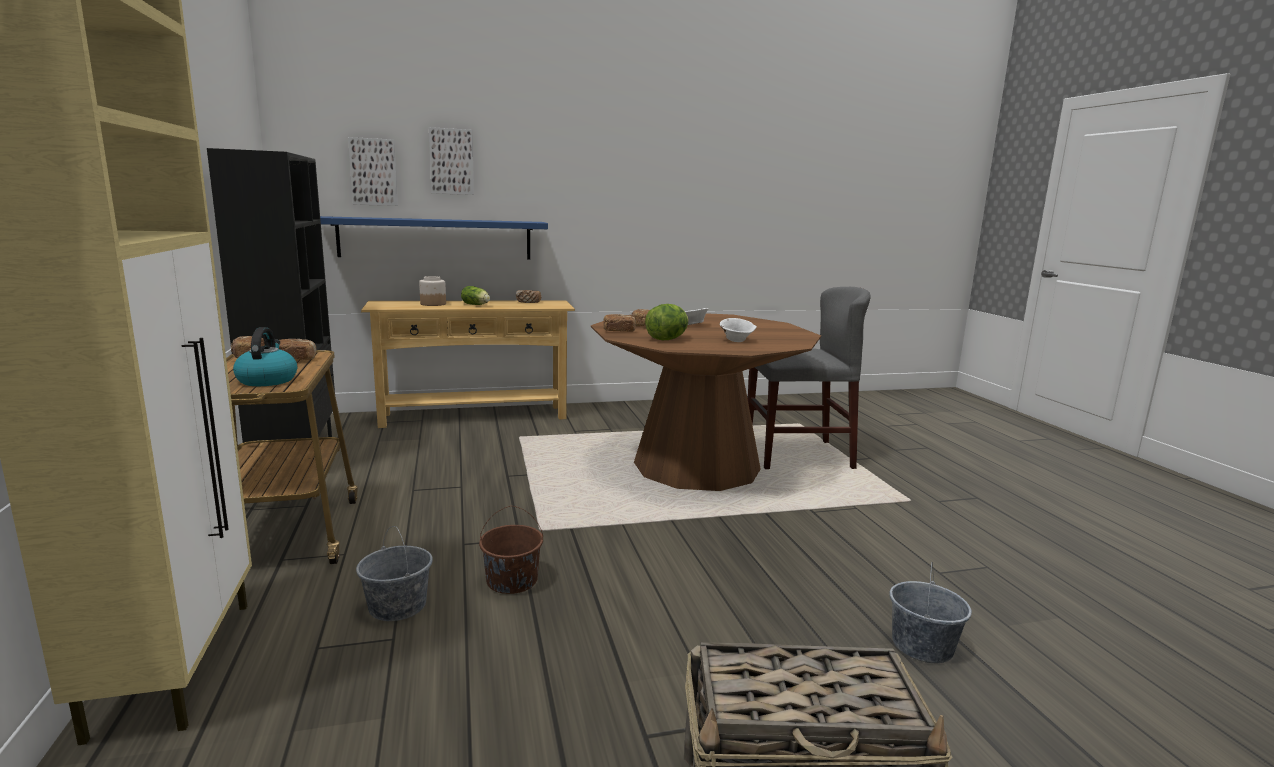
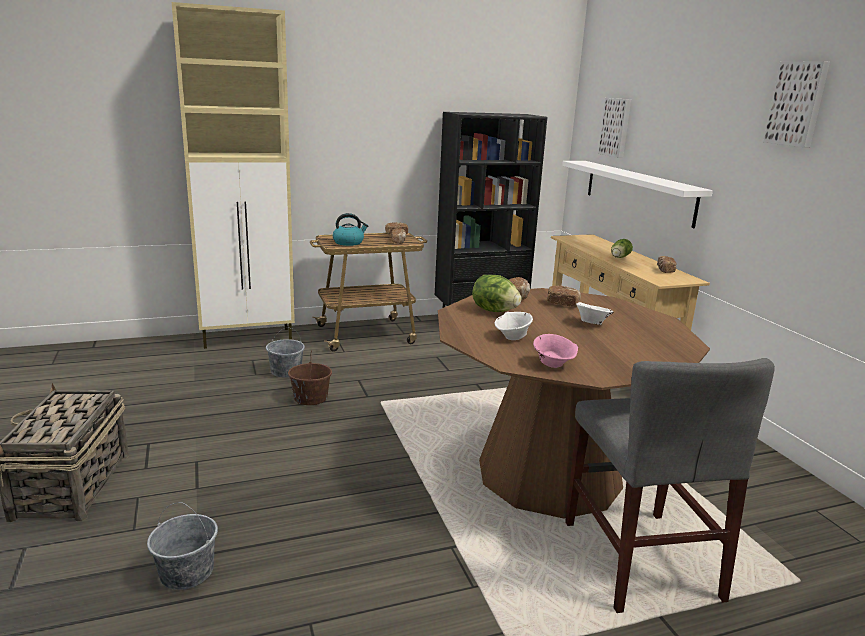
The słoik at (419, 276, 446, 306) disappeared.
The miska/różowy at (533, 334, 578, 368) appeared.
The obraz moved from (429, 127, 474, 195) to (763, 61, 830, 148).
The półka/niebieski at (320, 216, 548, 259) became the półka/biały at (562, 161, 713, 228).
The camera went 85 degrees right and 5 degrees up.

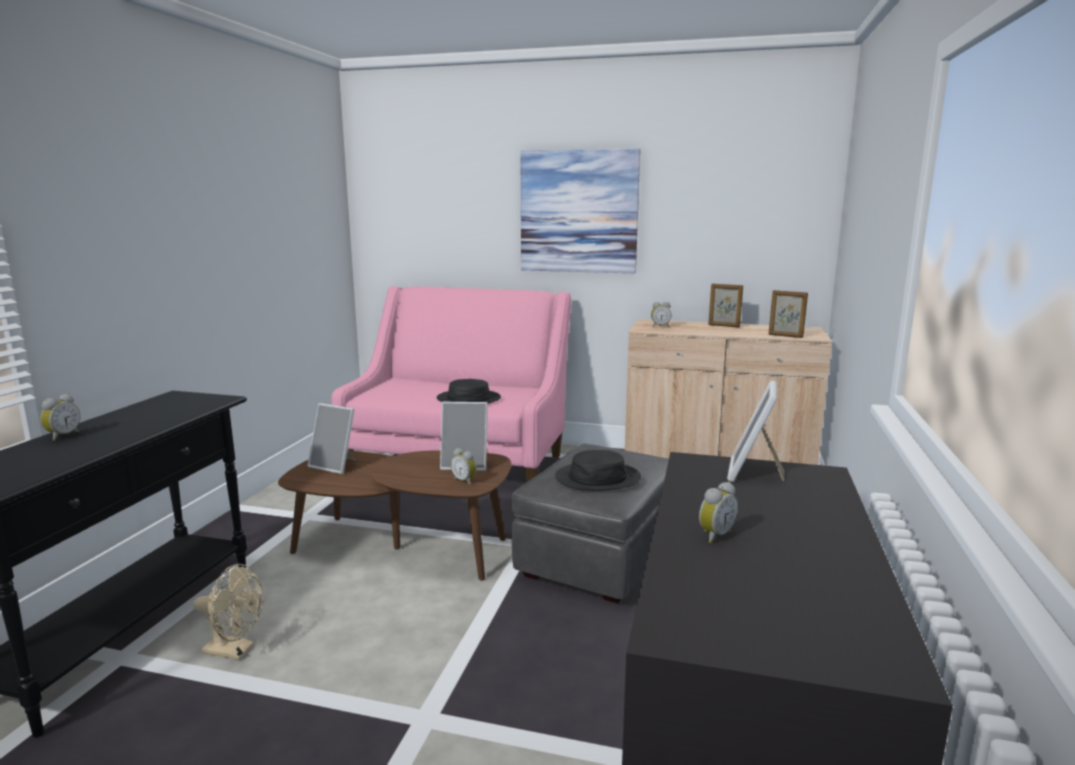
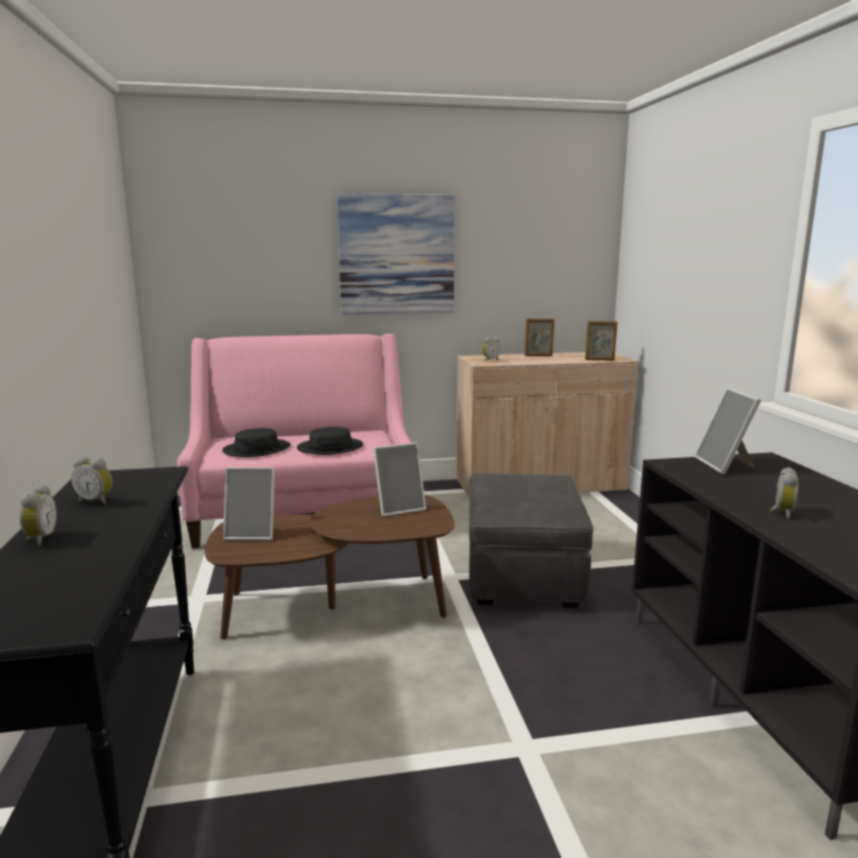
The wentylator/beżowy at (193, 564, 264, 660) disappeared.
The budzik moved from (451, 448, 476, 485) to (71, 456, 112, 505).
The kapelusz/czarny moved from (555, 450, 641, 491) to (222, 428, 291, 457).
The camera went 25 degrees left and 0 degrees up.

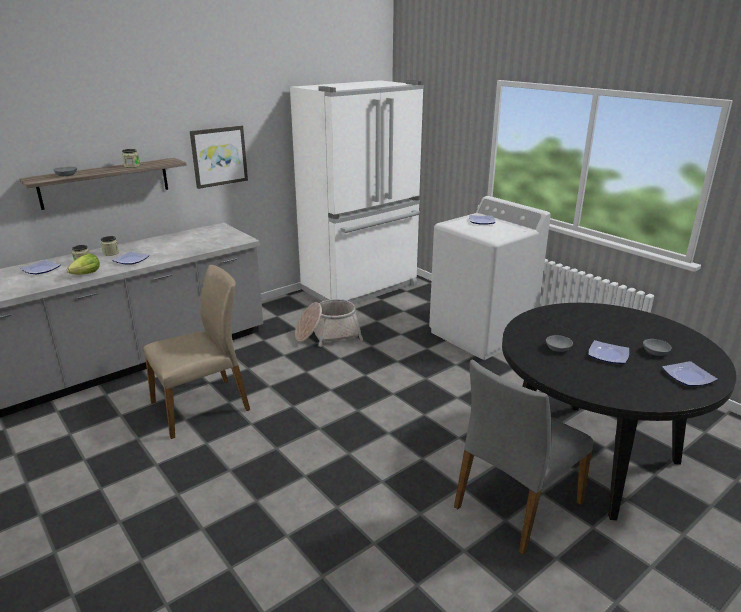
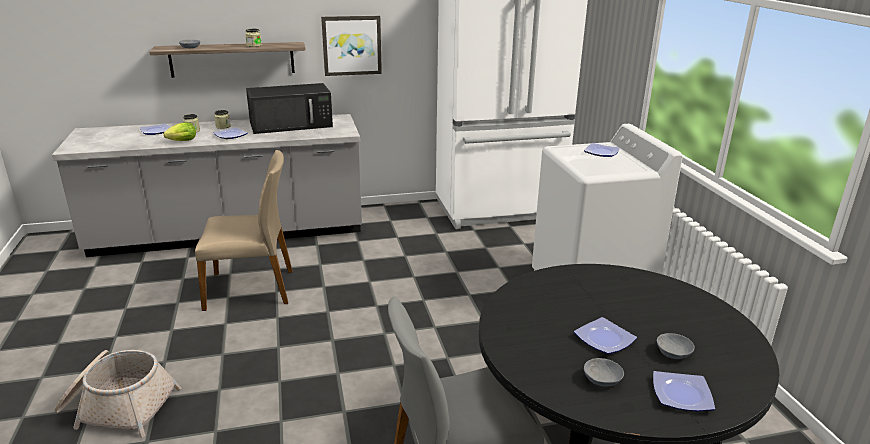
The mikrofalówka/czarny at (246, 83, 333, 134) appeared.
The koszyk moved from (295, 299, 363, 347) to (54, 350, 181, 438).
The miska/szary moved from (546, 335, 573, 352) to (584, 358, 624, 387).
The camera went 25 degrees right and 0 degrees up.

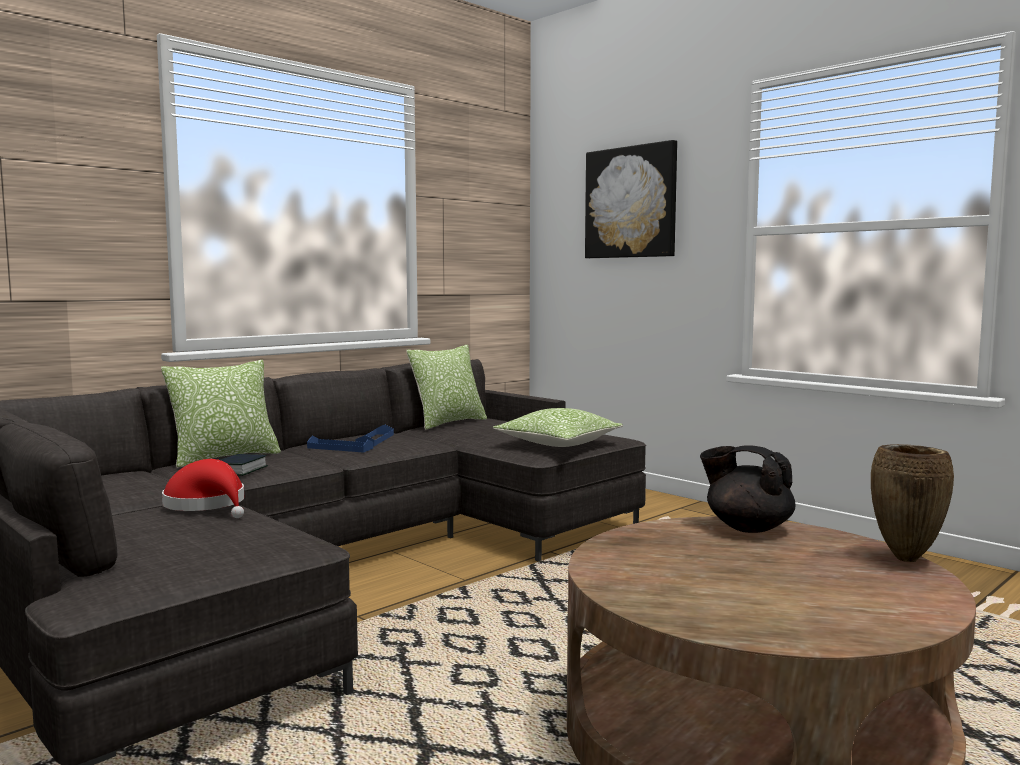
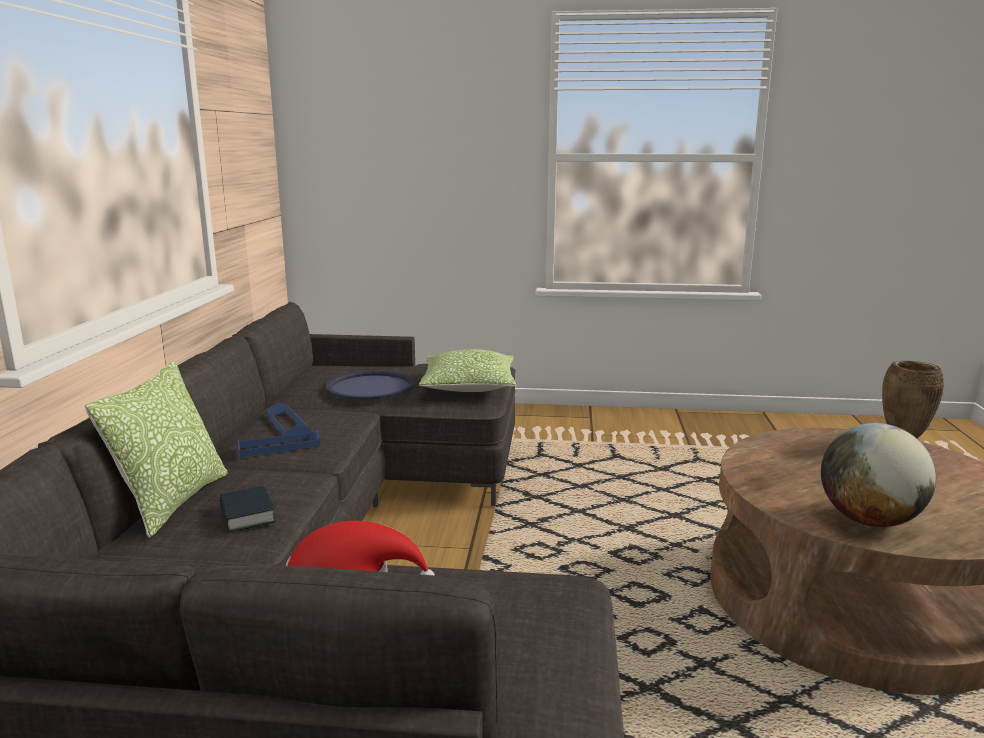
The poduszka at (406, 345, 487, 430) disappeared.
The obraz at (585, 140, 677, 258) disappeared.
The imbryk/czarny at (700, 445, 795, 533) disappeared.
The taca/niebieski at (326, 370, 415, 400) appeared.
The globus at (821, 423, 936, 527) appeared.
The camera went 40 degrees left and 10 degrees up.

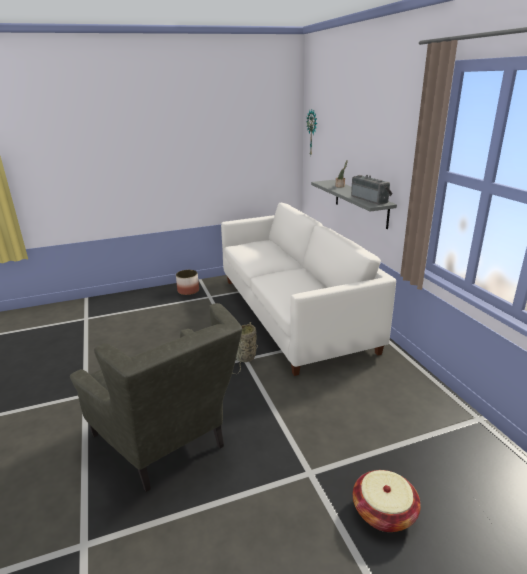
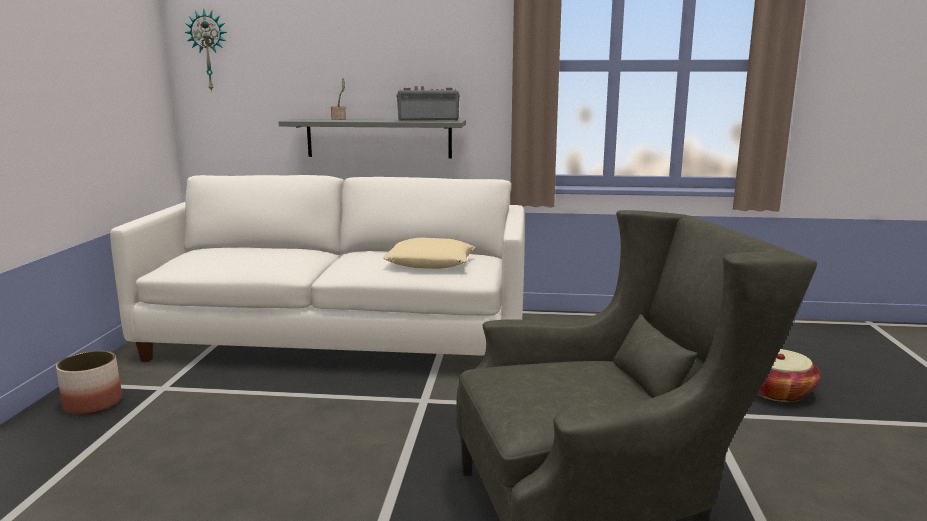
The koszyk at (232, 322, 258, 374) disappeared.
The poduszka/beżowy at (383, 237, 475, 269) appeared.
The camera went 65 degrees left and 10 degrees down.

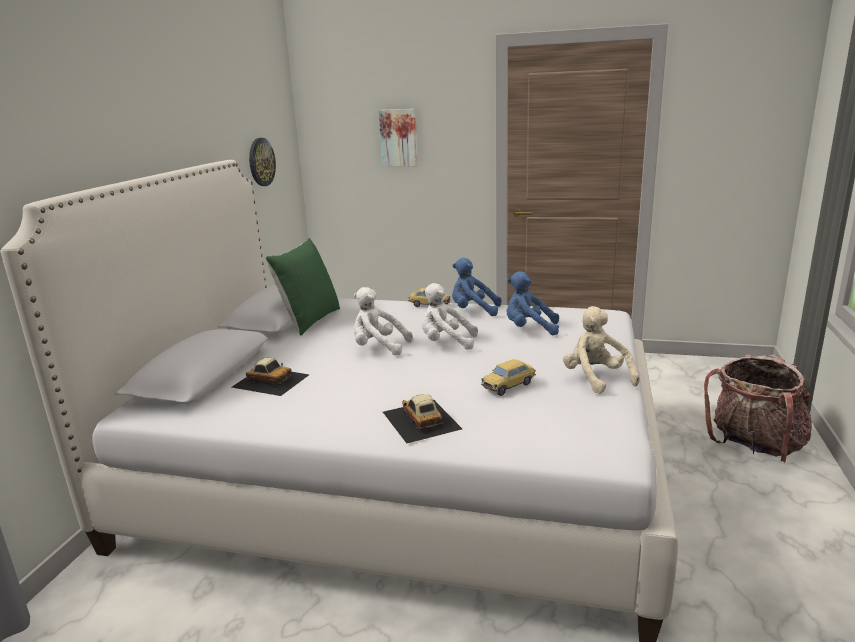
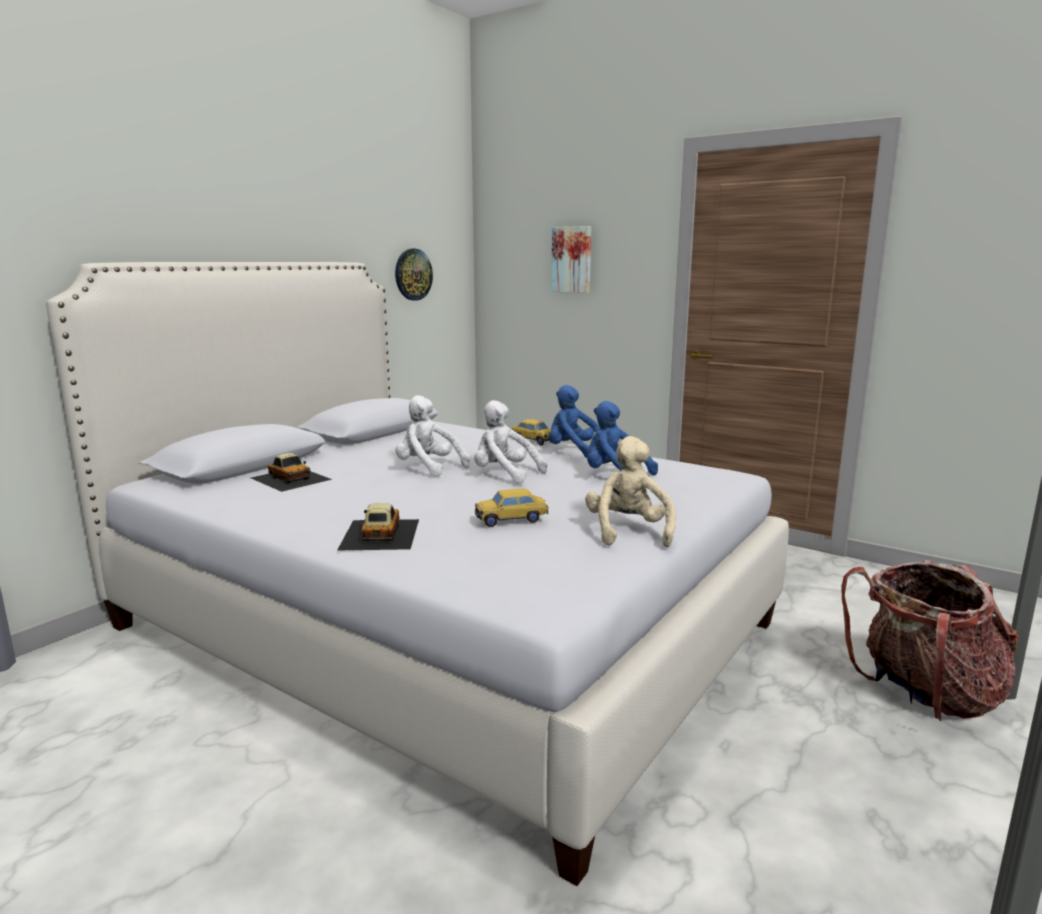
The poduszka/zielony at (265, 238, 340, 336) disappeared.
The camera went 20 degrees right and 5 degrees down.

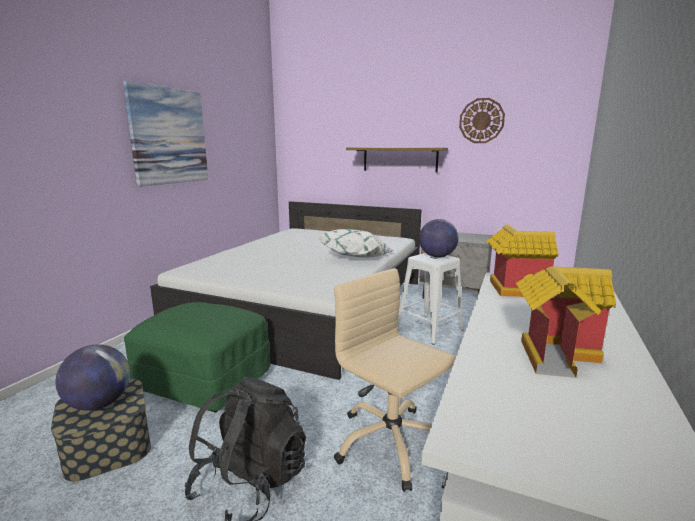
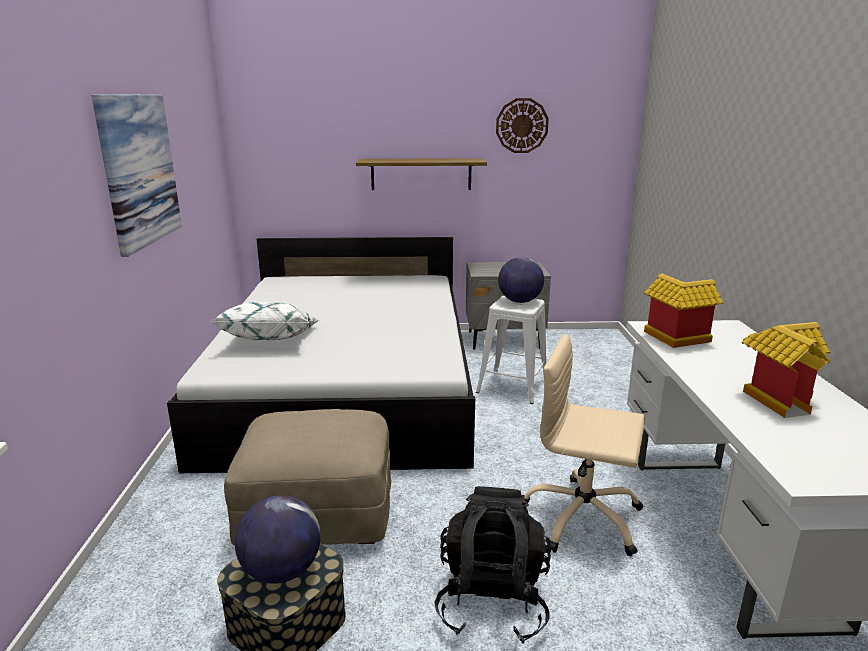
The poduszka/biały moved from (317, 229, 393, 258) to (210, 302, 319, 340).
The pufa/zielony at (124, 302, 270, 413) became the pufa/beżowy at (224, 409, 391, 545).
The camera went 25 degrees left and 5 degrees up.

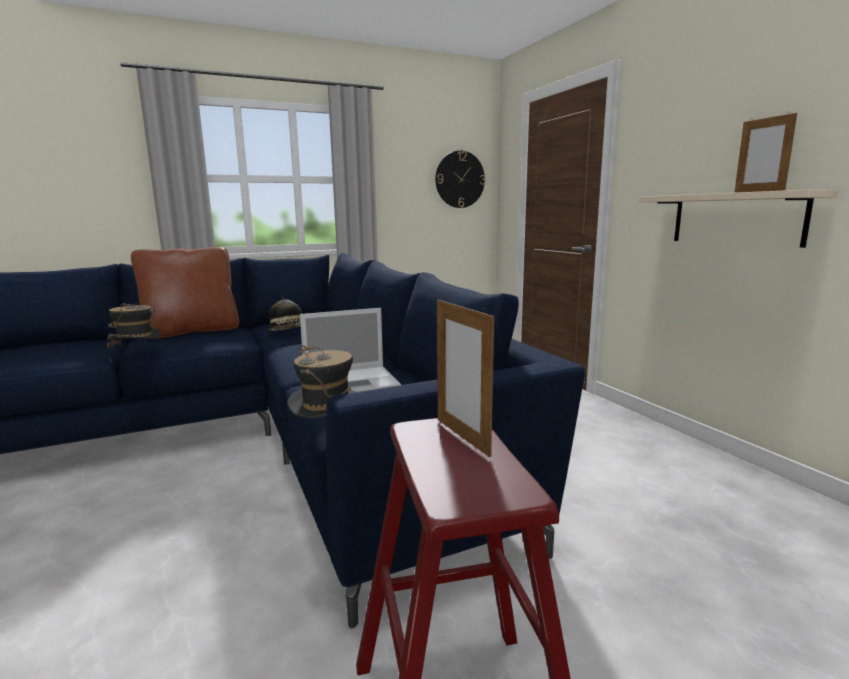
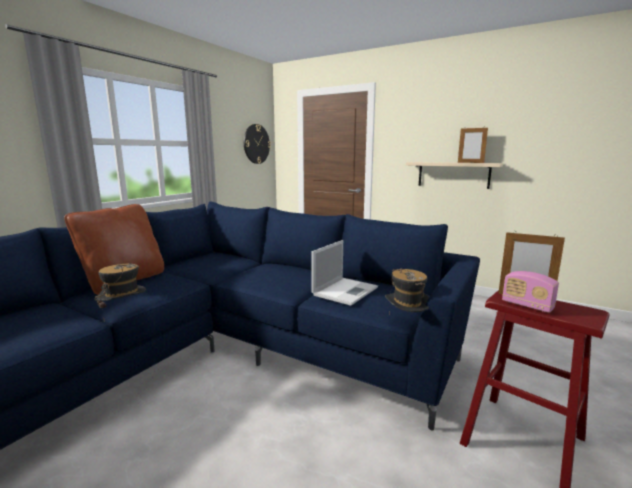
The kapelusz at (268, 296, 302, 331) disappeared.
The radio at (502, 271, 559, 313) appeared.
The camera went 35 degrees left and 0 degrees up.

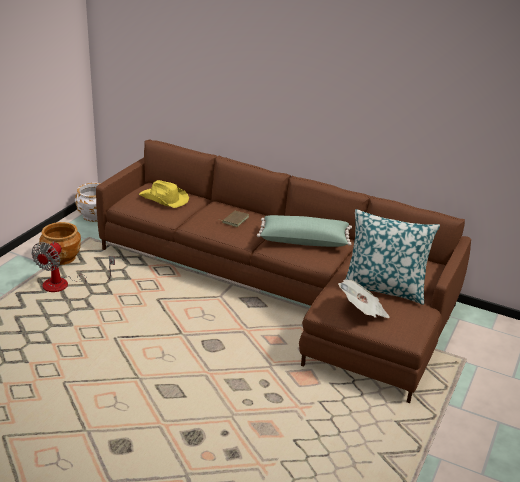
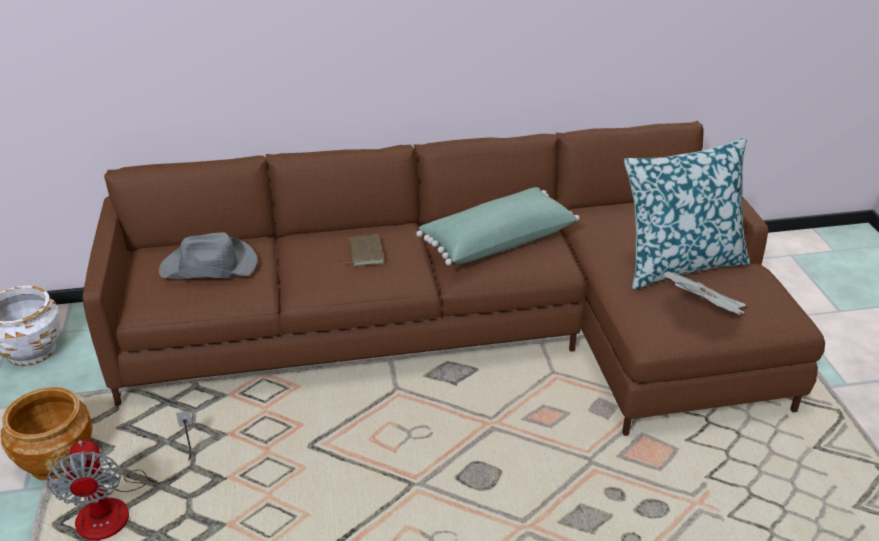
The kapelusz/żółty at (139, 180, 189, 208) became the kapelusz/szary at (159, 232, 258, 279).
The camera went 35 degrees left and 5 degrees up.

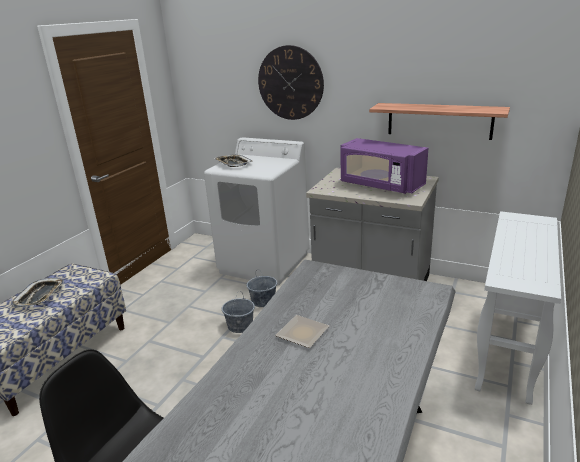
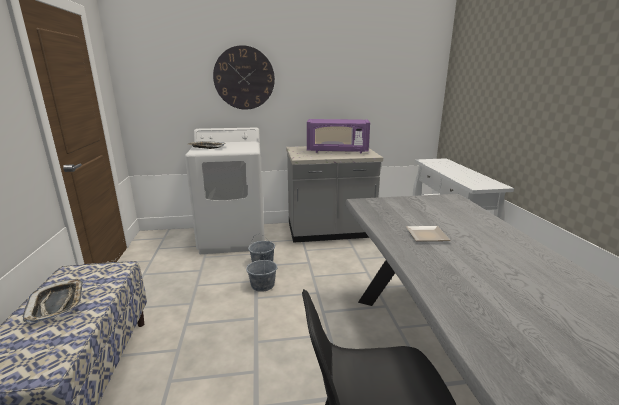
The półka at (369, 103, 510, 140) disappeared.
The camera went 35 degrees left and 5 degrees down.

